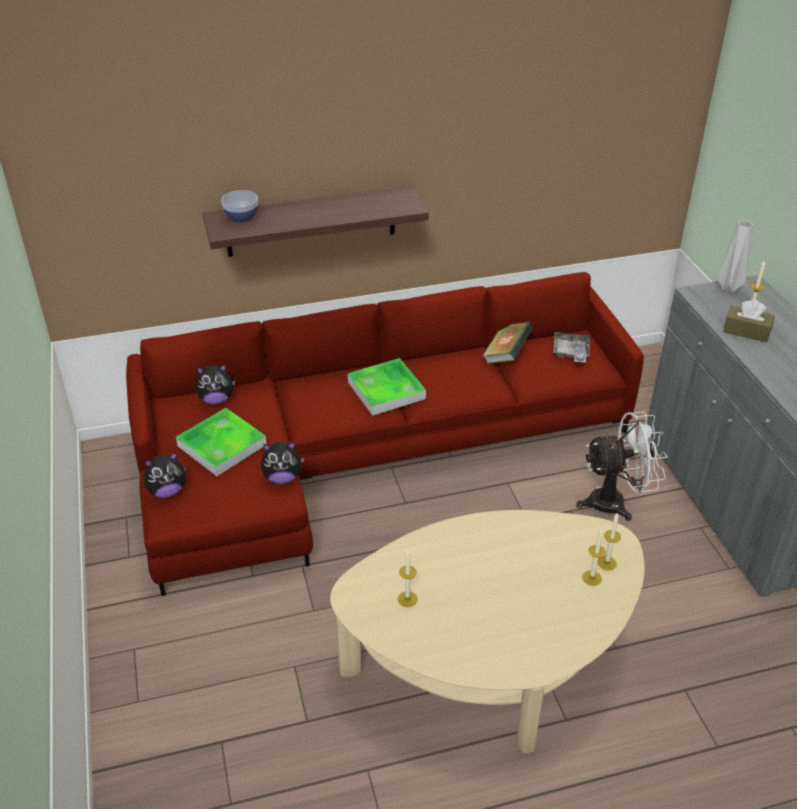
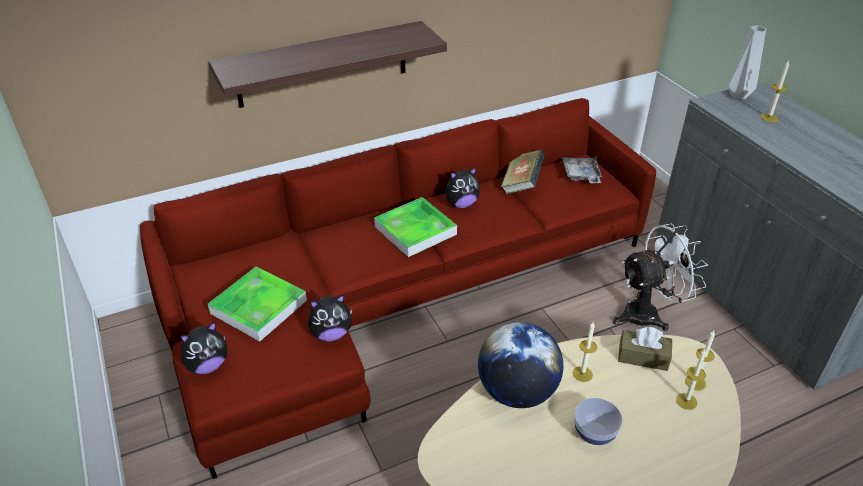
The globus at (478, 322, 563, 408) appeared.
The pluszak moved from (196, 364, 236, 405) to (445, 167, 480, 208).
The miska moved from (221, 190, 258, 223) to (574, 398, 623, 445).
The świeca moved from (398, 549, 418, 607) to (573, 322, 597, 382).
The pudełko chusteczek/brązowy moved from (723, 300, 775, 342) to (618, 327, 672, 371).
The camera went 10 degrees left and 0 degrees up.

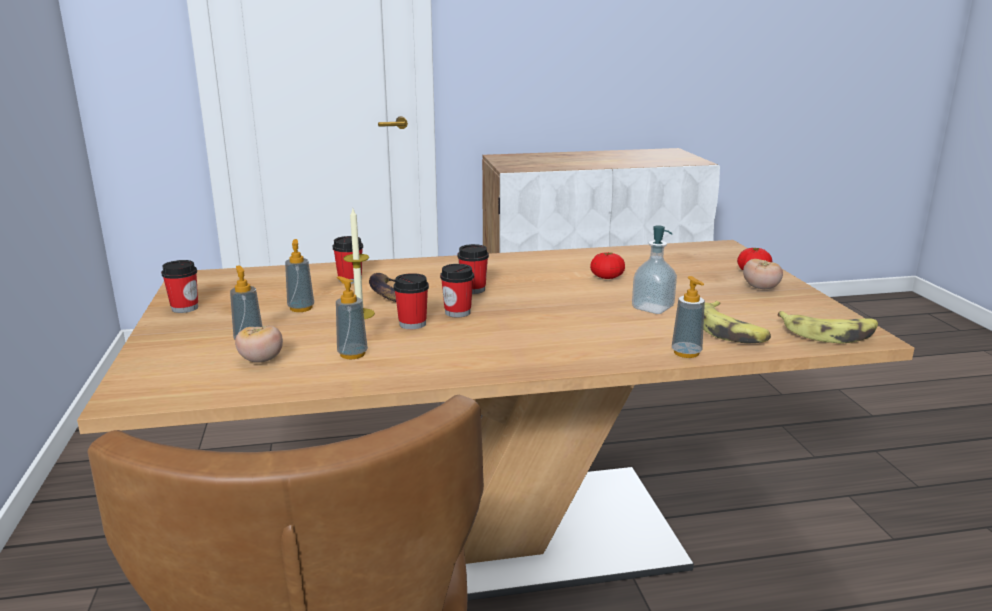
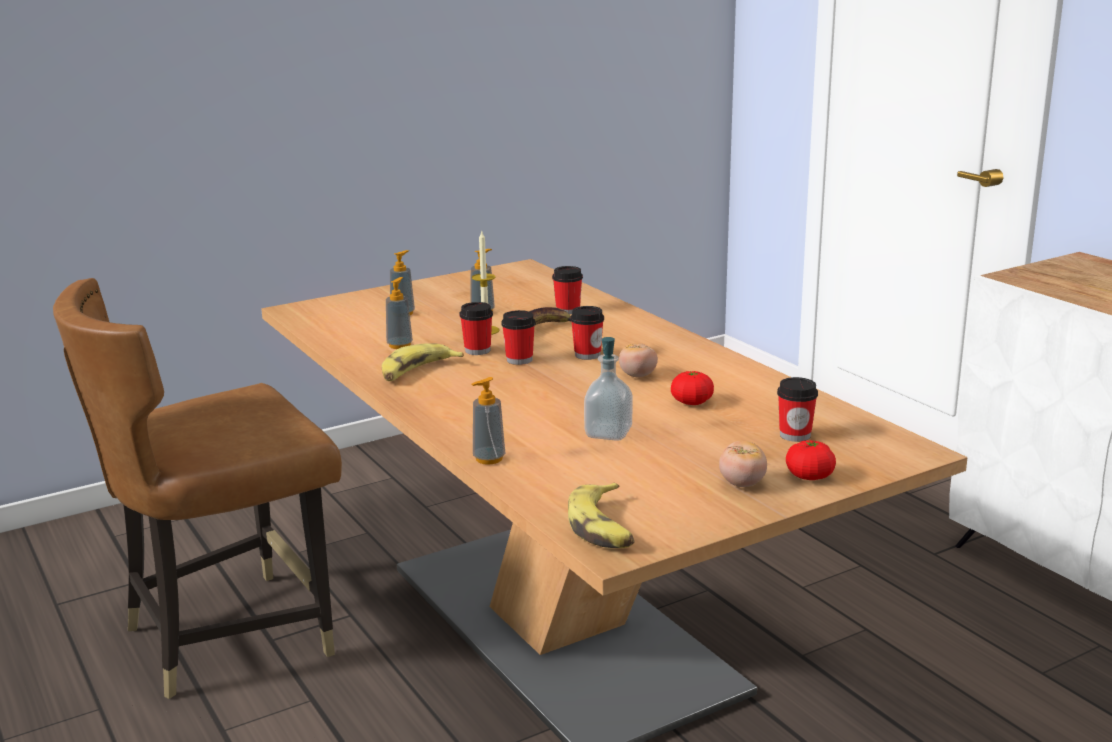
The filiżanka moved from (161, 260, 198, 313) to (777, 377, 818, 442).
The pomidor moved from (235, 326, 283, 363) to (619, 343, 658, 378).
The banan moved from (703, 301, 771, 343) to (381, 343, 464, 381).
The camera went 70 degrees right and 0 degrees up.

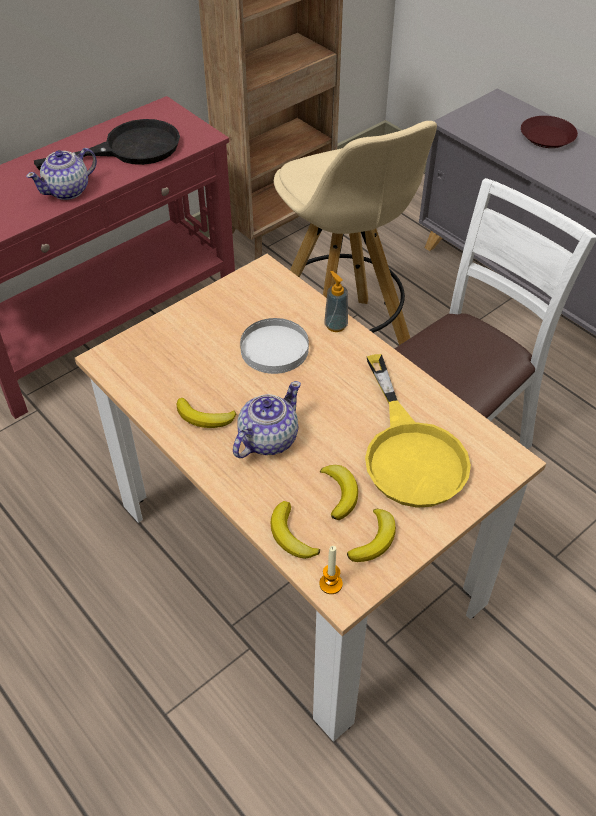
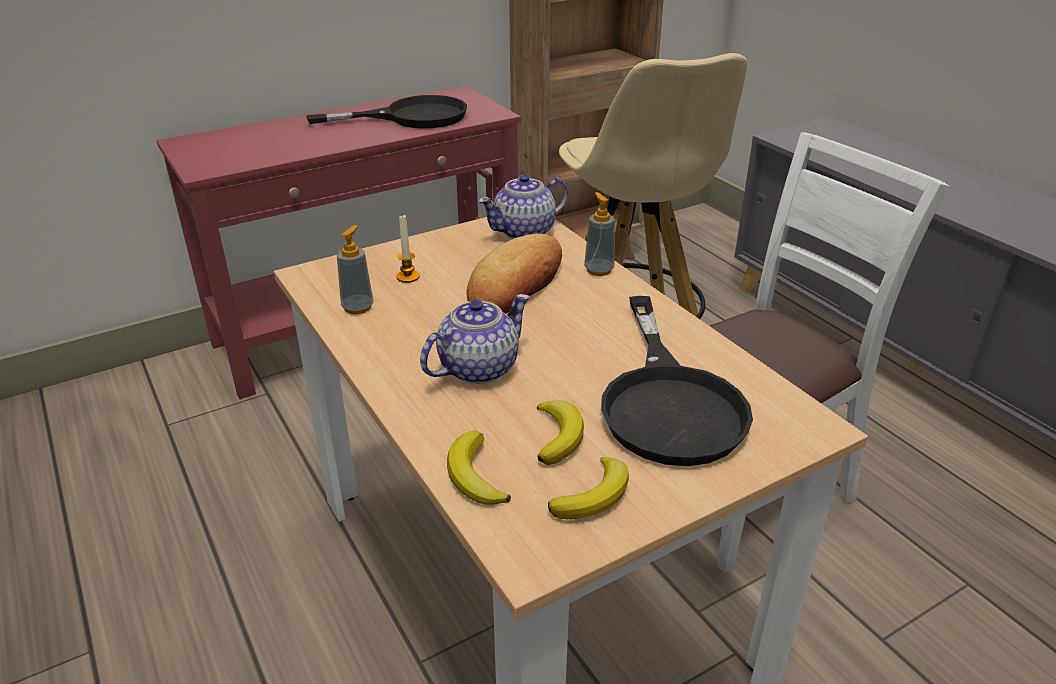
The banan at (177, 398, 236, 428) disappeared.
The talerz/brązowy at (521, 116, 578, 148) disappeared.
The dozownik mydła at (337, 225, 373, 315) appeared.
The imbryk moved from (26, 148, 97, 200) to (478, 174, 568, 239).
The świeca moved from (319, 546, 343, 594) to (396, 214, 420, 283).
The talerz/biały at (240, 318, 309, 374) was replaced by the chleb at (466, 233, 562, 314).
The patelnia/żółty at (365, 354, 471, 508) became the patelnia/czarny at (601, 296, 753, 466).
The camera went 10 degrees right and 15 degrees down.

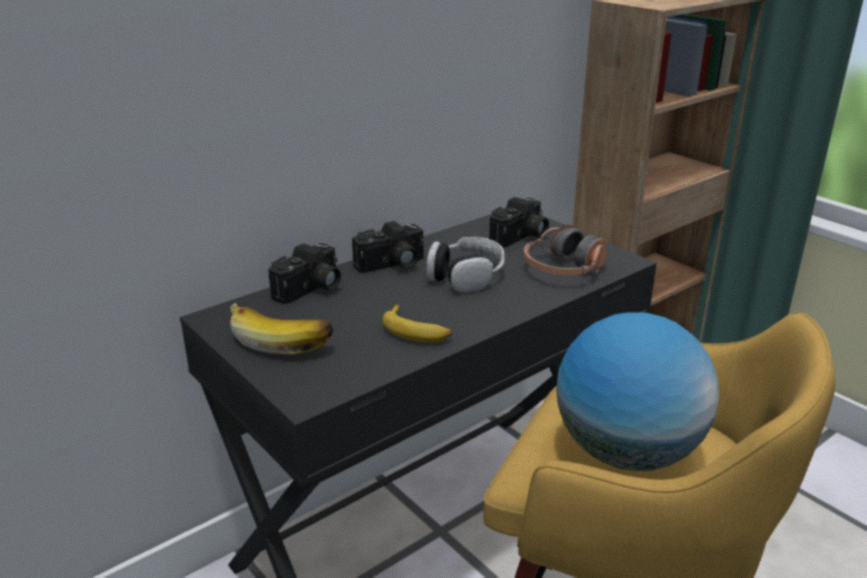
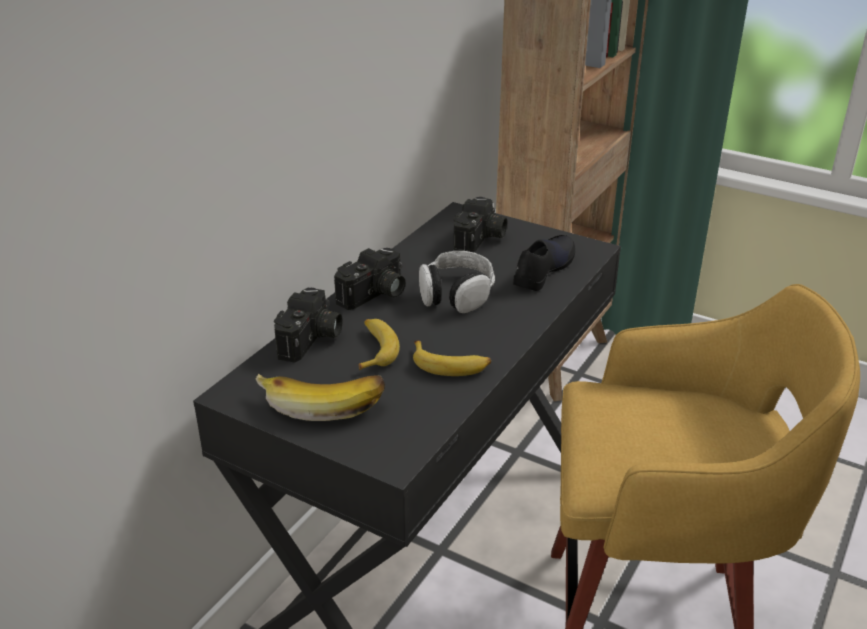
The globus at (556, 312, 719, 471) disappeared.
The banan at (359, 319, 400, 370) appeared.
The słuchawki at (524, 225, 608, 276) was replaced by the but/czarny at (513, 235, 575, 291).
The camera went 20 degrees left and 5 degrees up.

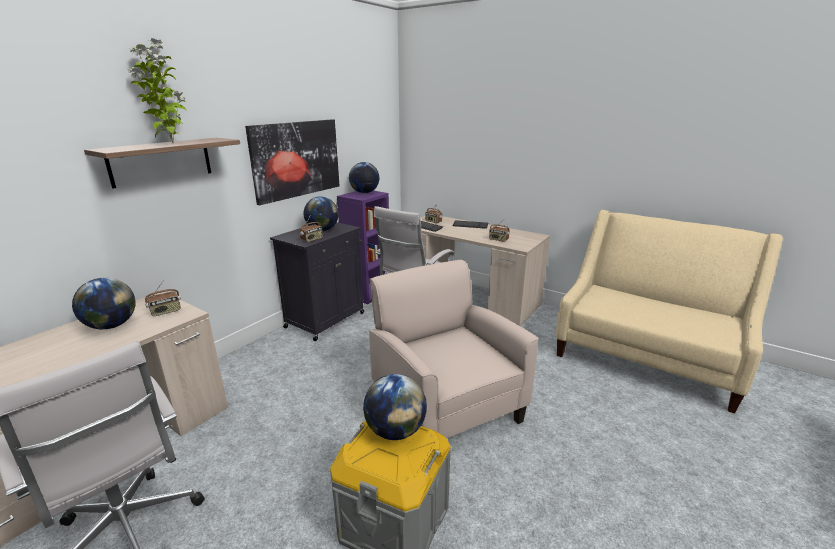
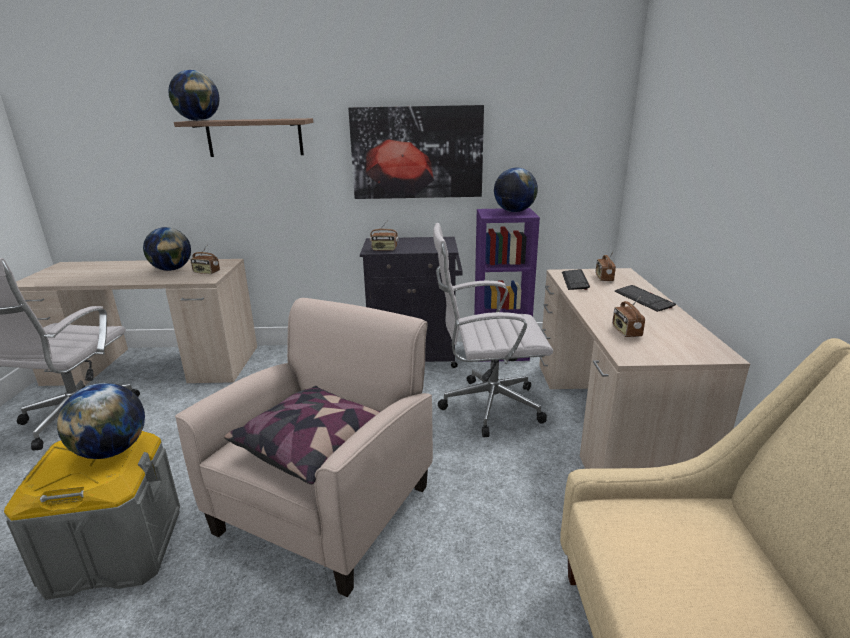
The roślina doniczkowa at (127, 38, 186, 143) disappeared.
The poduszka at (224, 386, 380, 485) appeared.
The globus moved from (304, 196, 339, 231) to (168, 70, 220, 121).
The camera went 55 degrees right and 0 degrees up.

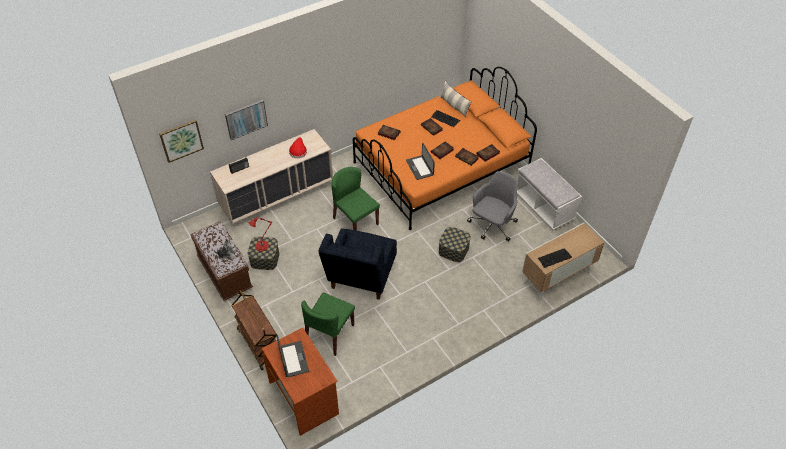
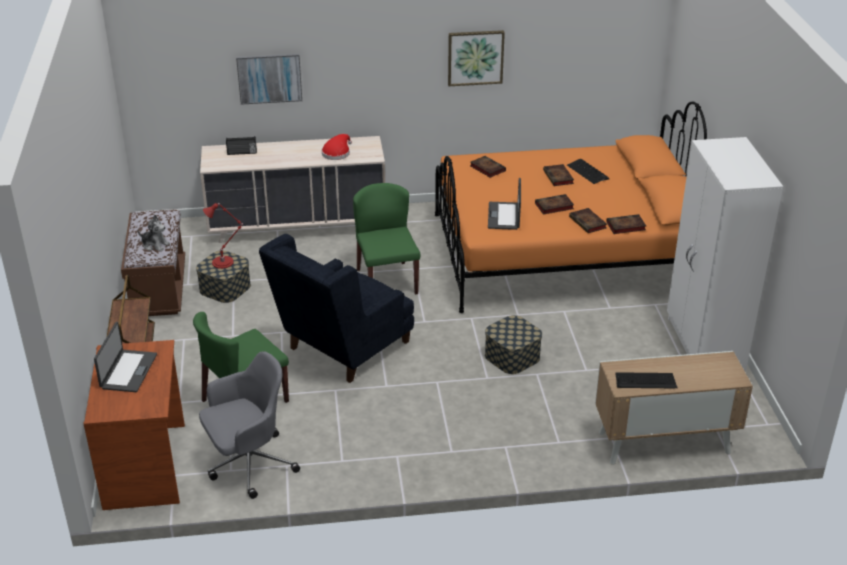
The poduszka at (440, 81, 472, 118) disappeared.
The obraz moved from (159, 119, 204, 163) to (448, 30, 505, 86).
The krzesło biurowe/szary moved from (467, 171, 518, 242) to (199, 351, 300, 499).
The ławka/biały at (517, 158, 582, 230) was replaced by the szafa/biały at (667, 137, 783, 371).
The camera went 25 degrees right and 15 degrees down.

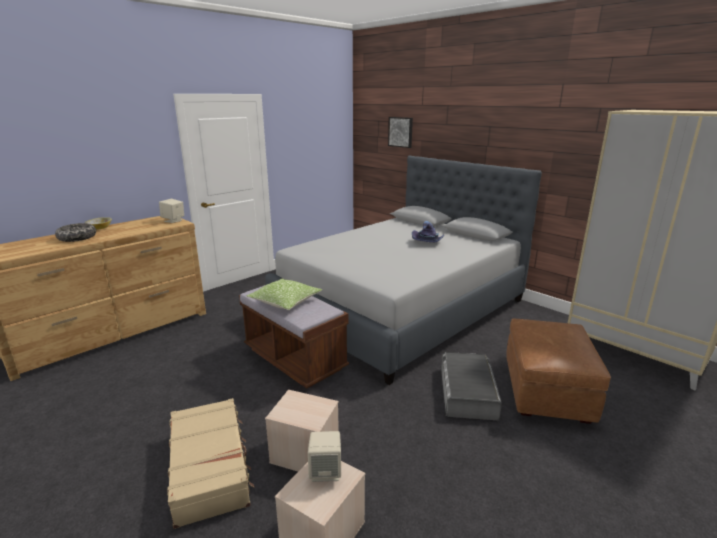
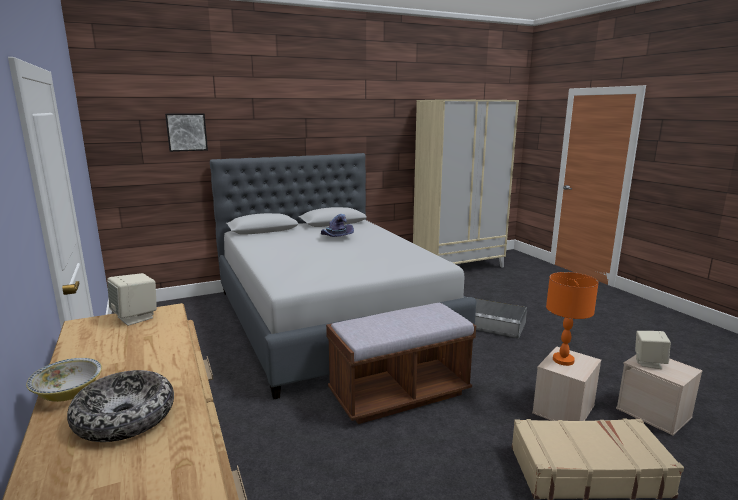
The poduszka at (246, 278, 322, 310) disappeared.
The pufa/brązowy at (506, 319, 611, 424) disappeared.
The lampa stołowa/pomarańczowy at (546, 272, 599, 366) appeared.
The camera went 70 degrees left and 5 degrees down.

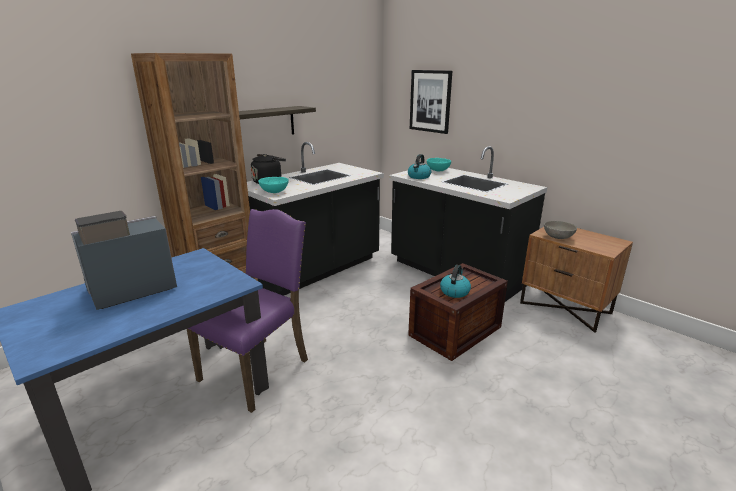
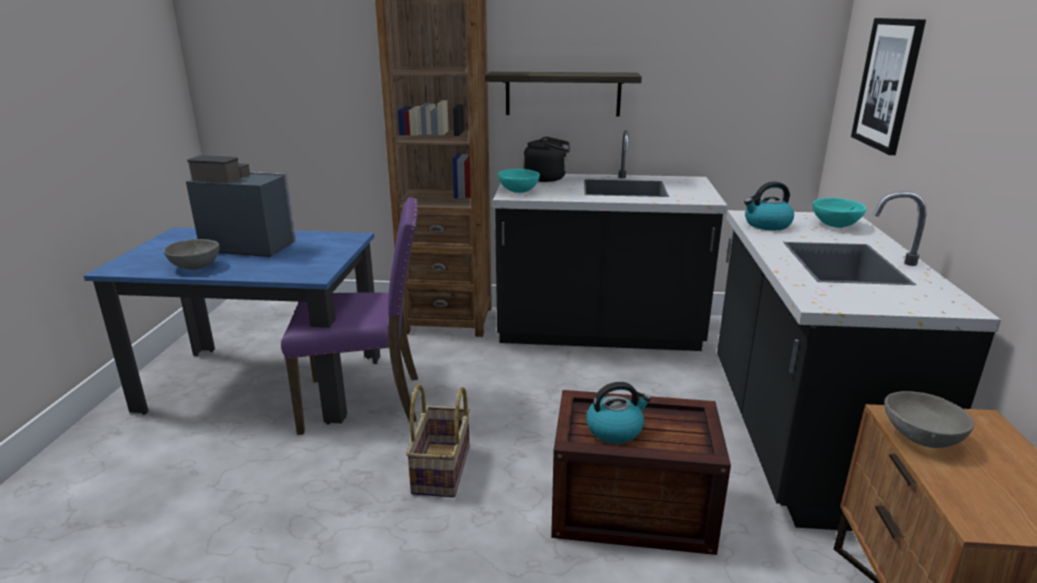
The miska/szary at (164, 239, 220, 270) appeared.
The koszyk at (406, 385, 470, 497) appeared.
The camera went 50 degrees right and 0 degrees up.

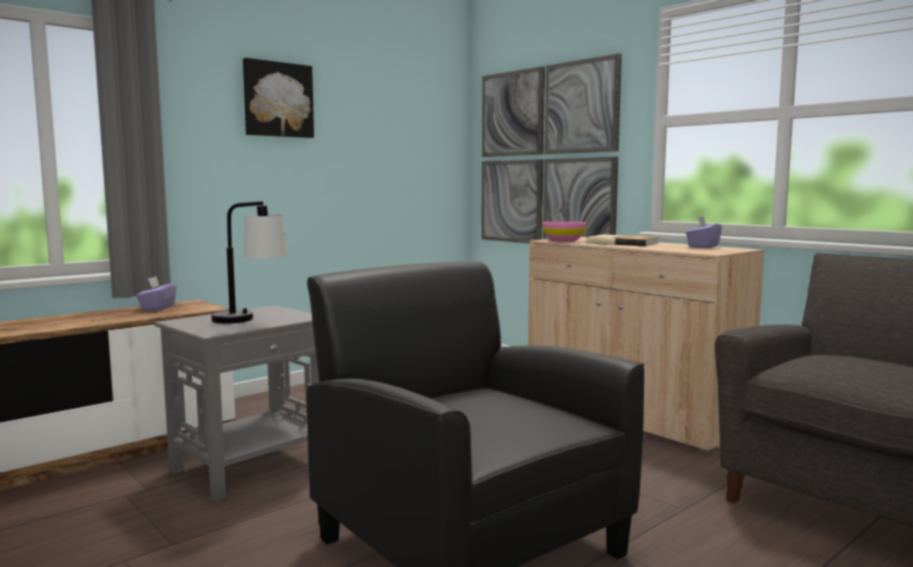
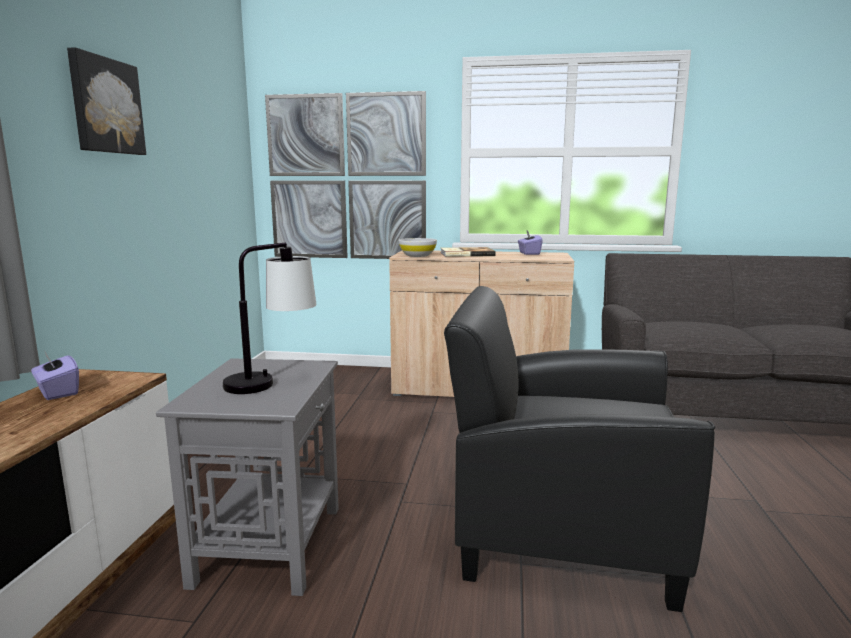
The miska/różowy at (542, 221, 586, 242) became the miska/biały at (399, 238, 437, 257).
The camera went 40 degrees left and 5 degrees up.

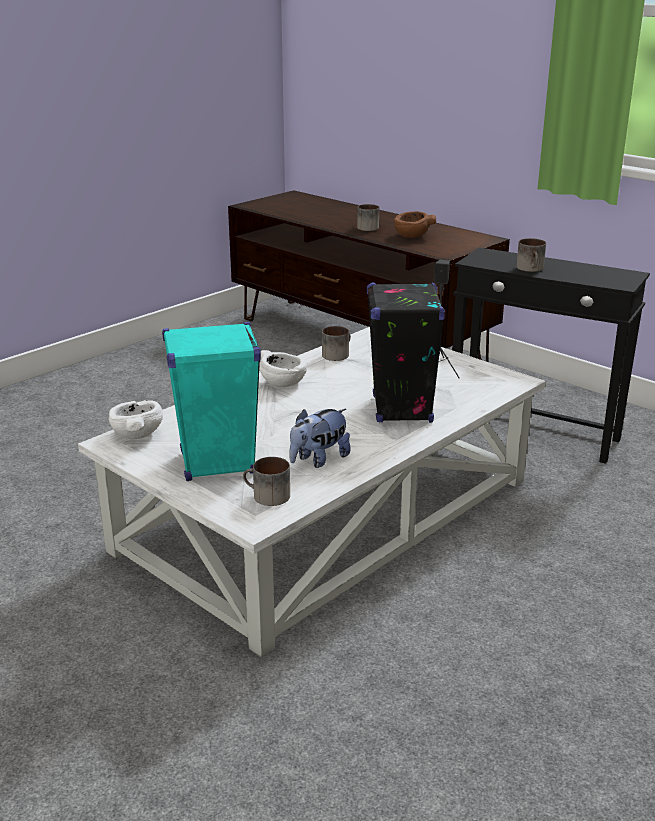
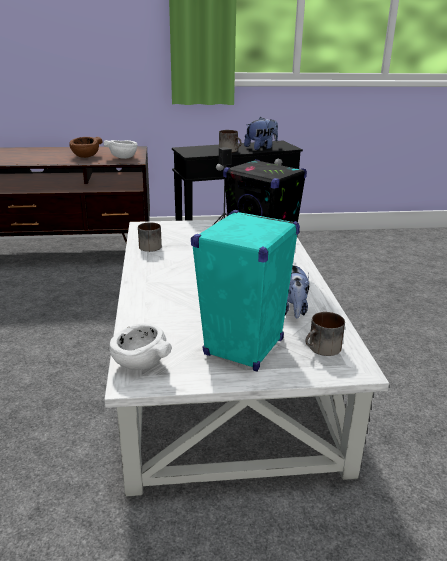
The kubek at (357, 204, 379, 231) disappeared.
The pluszak at (244, 117, 278, 150) appeared.
The miska/biały moved from (259, 350, 307, 387) to (104, 140, 137, 159).
The camera went 50 degrees left and 0 degrees up.

